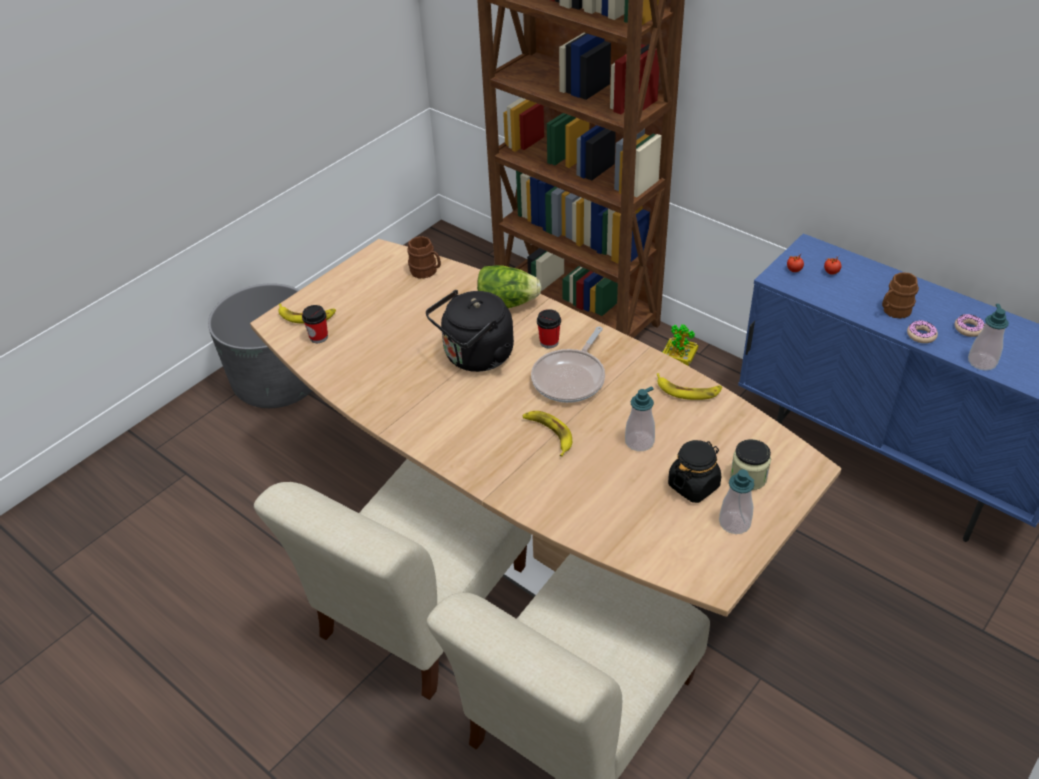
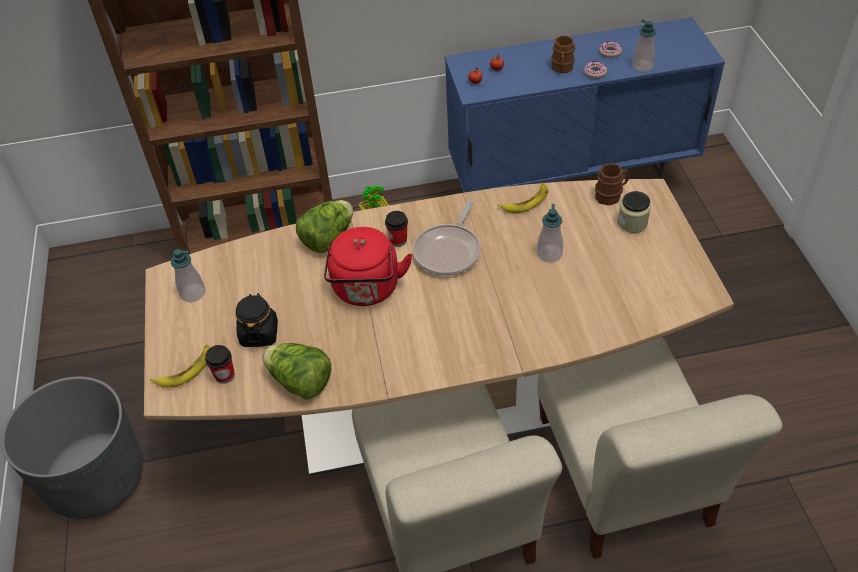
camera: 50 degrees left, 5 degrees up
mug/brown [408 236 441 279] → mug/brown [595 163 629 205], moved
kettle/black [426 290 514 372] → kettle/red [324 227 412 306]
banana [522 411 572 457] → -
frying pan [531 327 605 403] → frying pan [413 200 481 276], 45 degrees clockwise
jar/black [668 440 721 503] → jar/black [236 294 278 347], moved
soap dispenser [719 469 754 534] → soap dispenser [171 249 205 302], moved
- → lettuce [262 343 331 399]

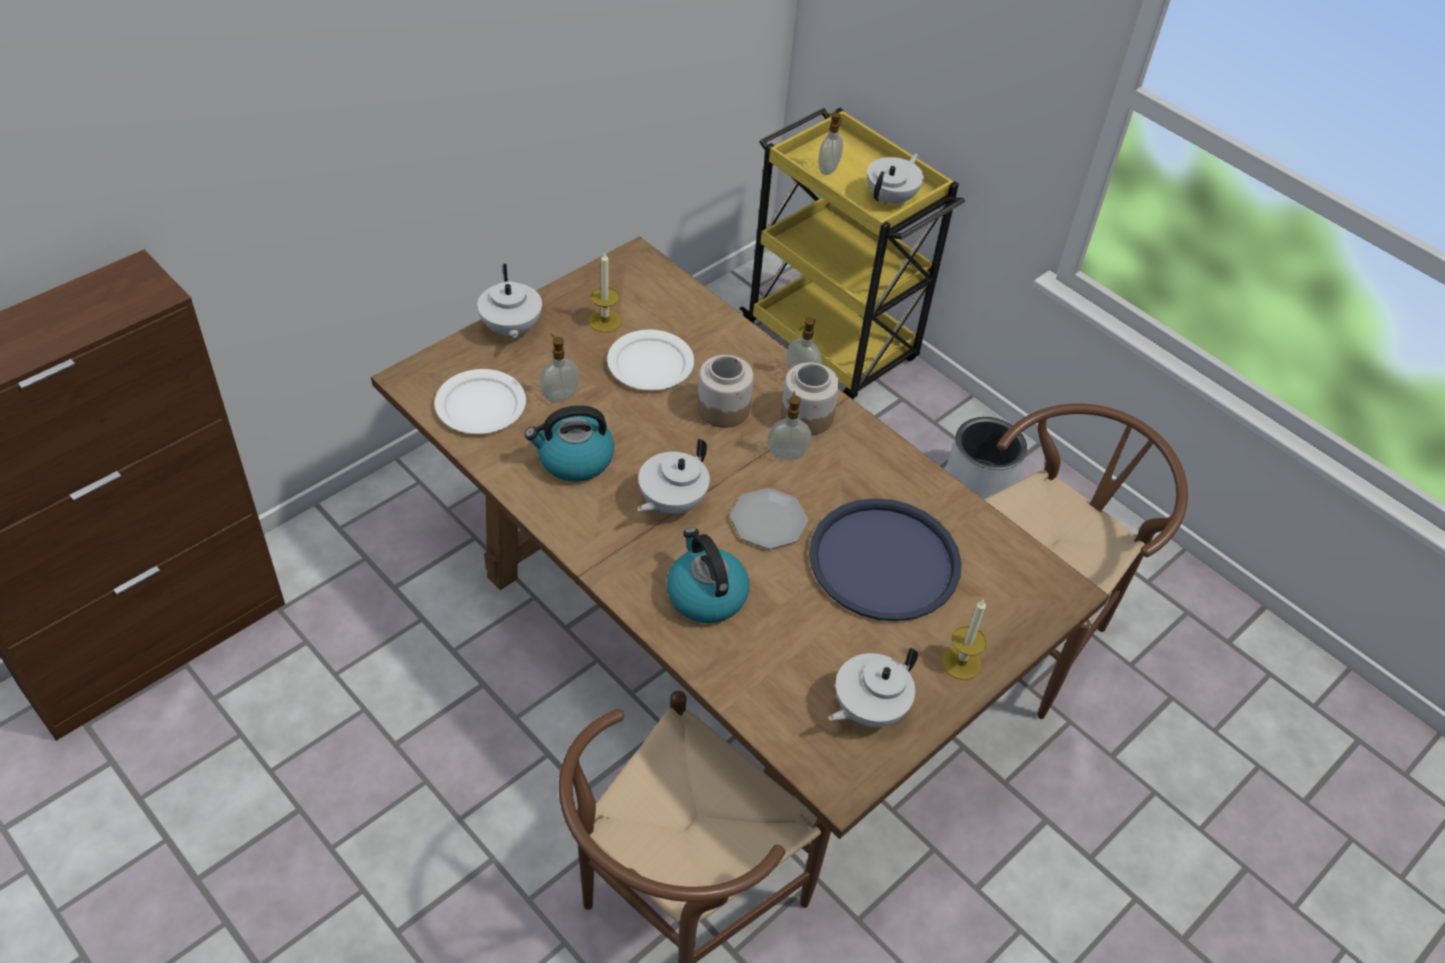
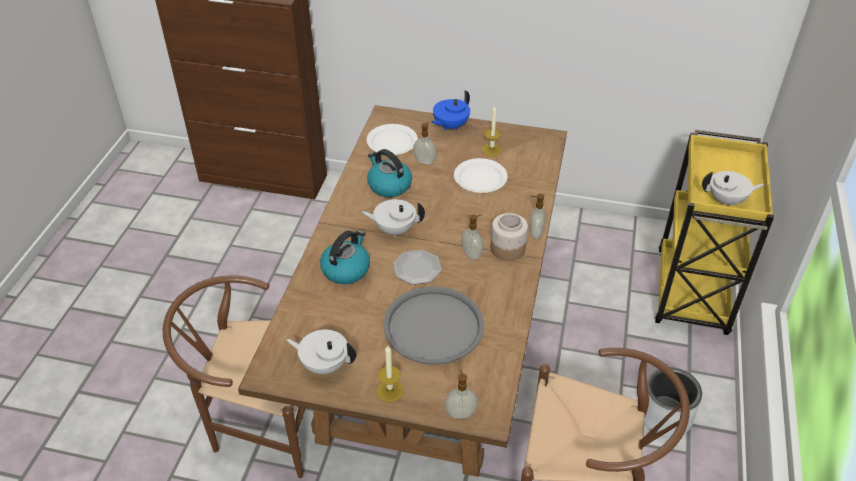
camera: 60 degrees right, 5 degrees down
teapot/white [477 264 542 340] → teapot/blue [431 91 470 130]
jar [697 355 754 428] → -
tray/blue [809 498 961 621] → tray/grey [384 286 484 365]
soap dispenser [818 112 843 175] → soap dispenser [445 369 478 419], moved

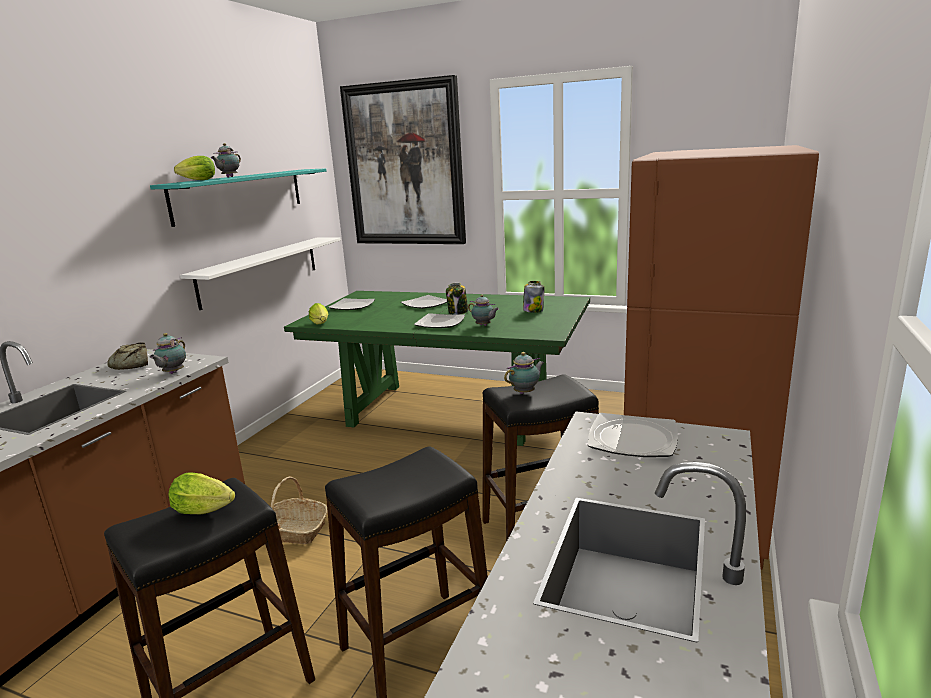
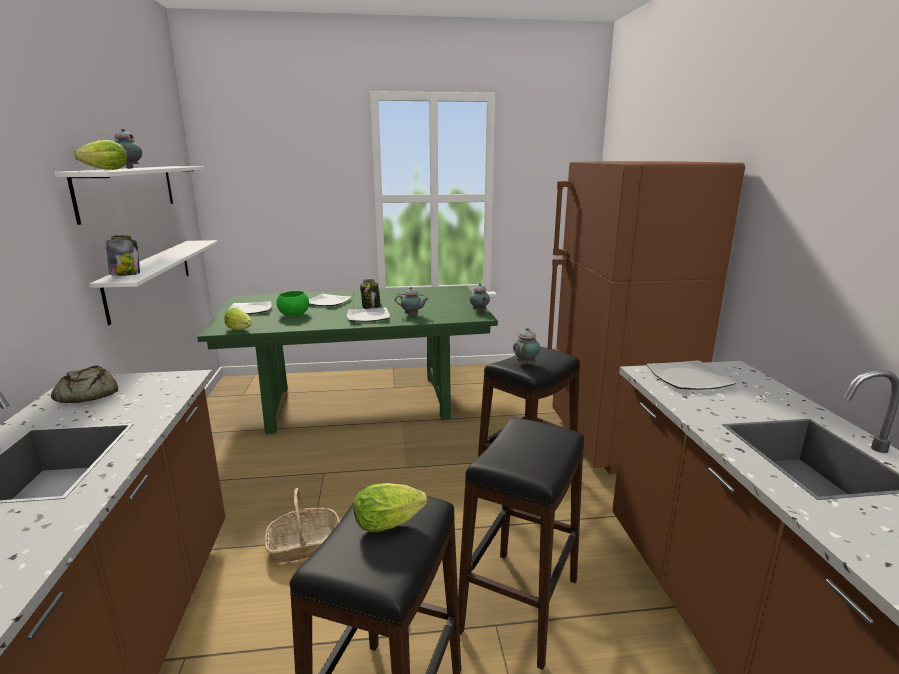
camera: 30 degrees left, 0 degrees up
teapot [149 333 186 374] → teapot [470 283 490 312], moved
shelf/turquoise [150 168 326 227] → shelf/white [55 166 204 225]
picture [340 75 466 244] → -
jar [523 281 545 313] → jar [106 235 140 276], moved
- → bowl/green [277 291 309 316]

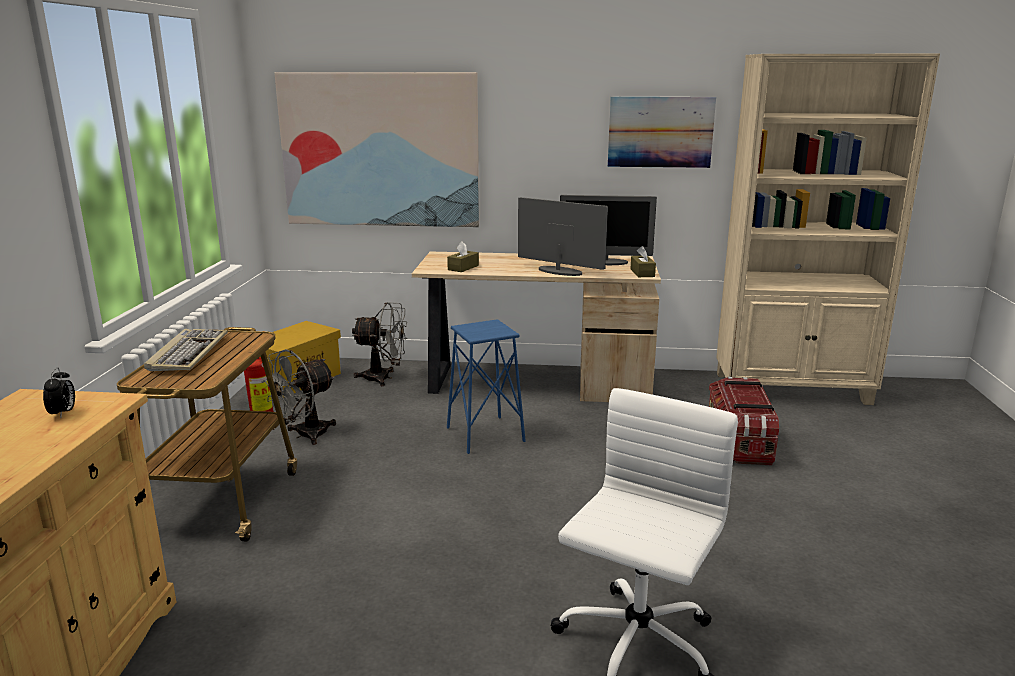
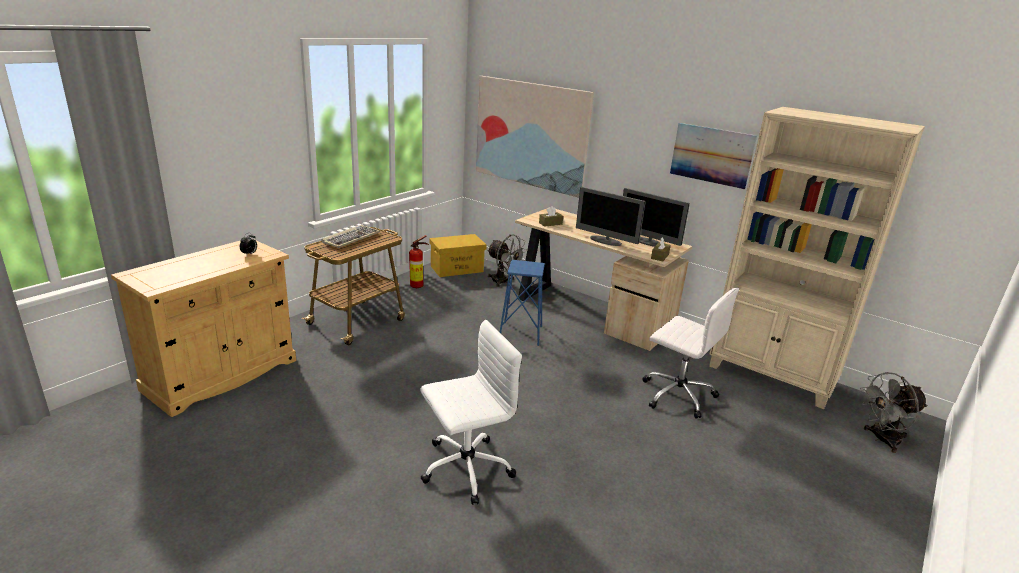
camera: 30 degrees right, 5 degrees up
fan/grey [261 349 336 445] → fan/grey [860 372 928 453], moved
monitor [518 197 608 276] → monitor [576 187 646 246], 150 degrees clockwise
storage box [709 377 779 465] → office chair/white [643 288 739 419]

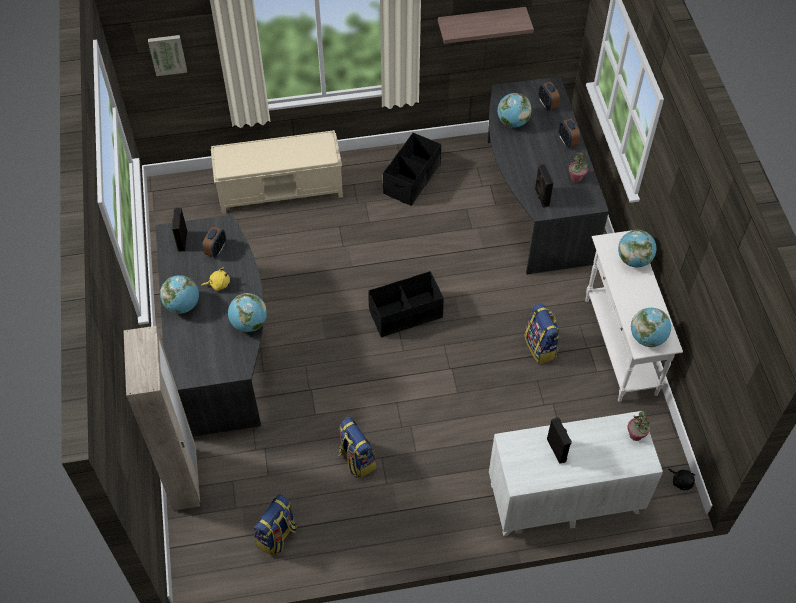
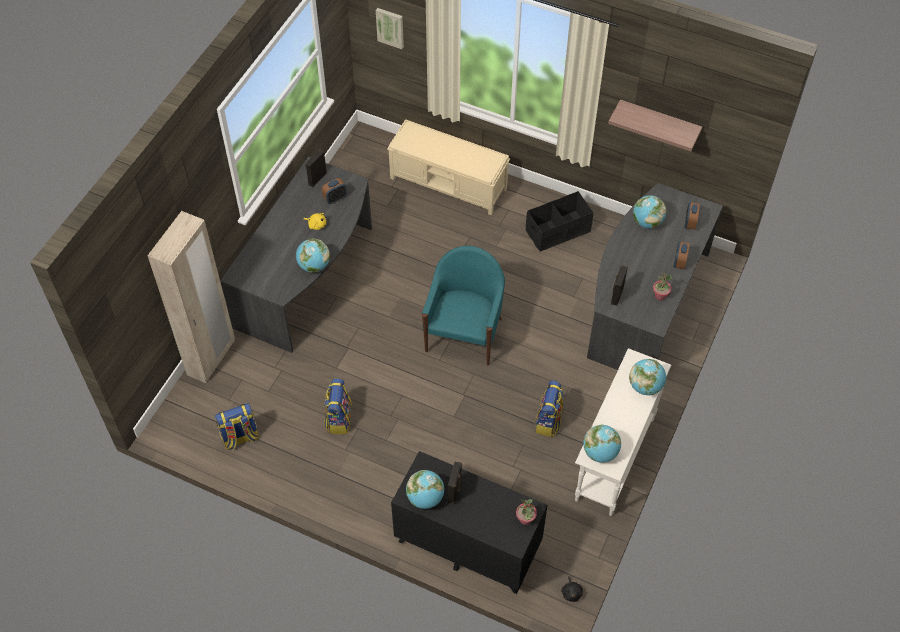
camera: 35 degrees right, 0 degrees up
globe [160 275 199 314] → globe [406 470 444 509], moved
storage box/black [368 271 444 337] → armchair/turquoise [422 246 505 365]
dresser/white [489 411 663 536] → dresser/black [391 451 548 594]

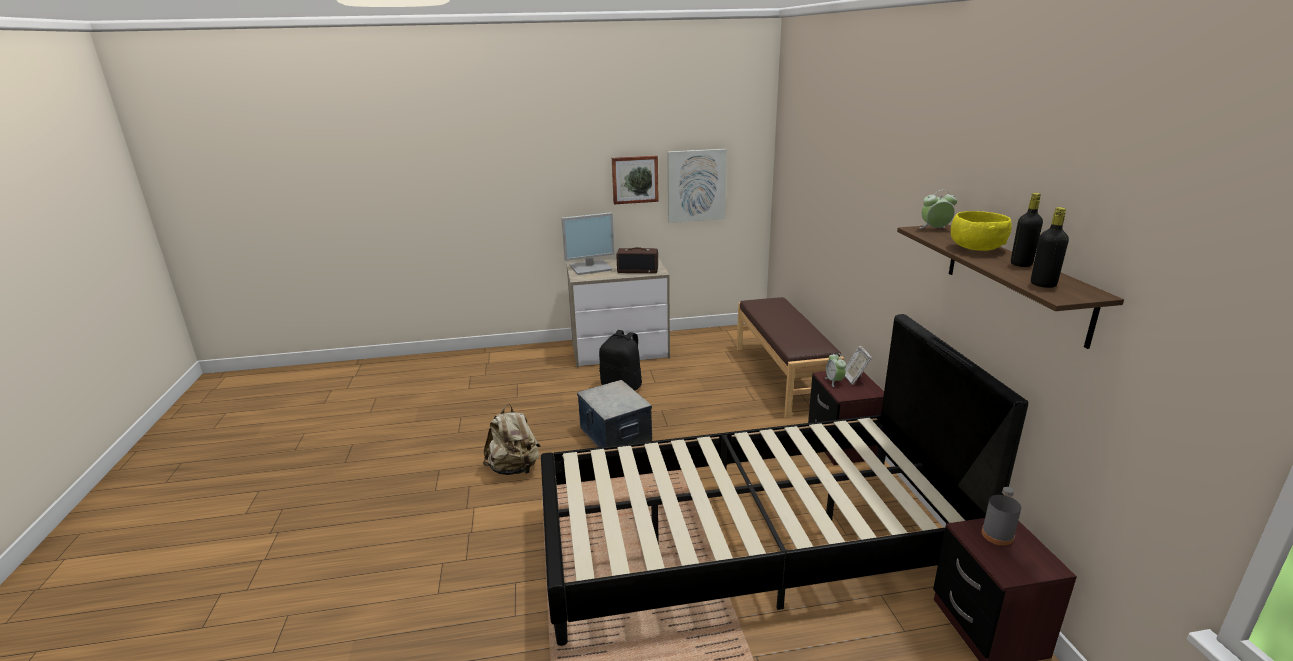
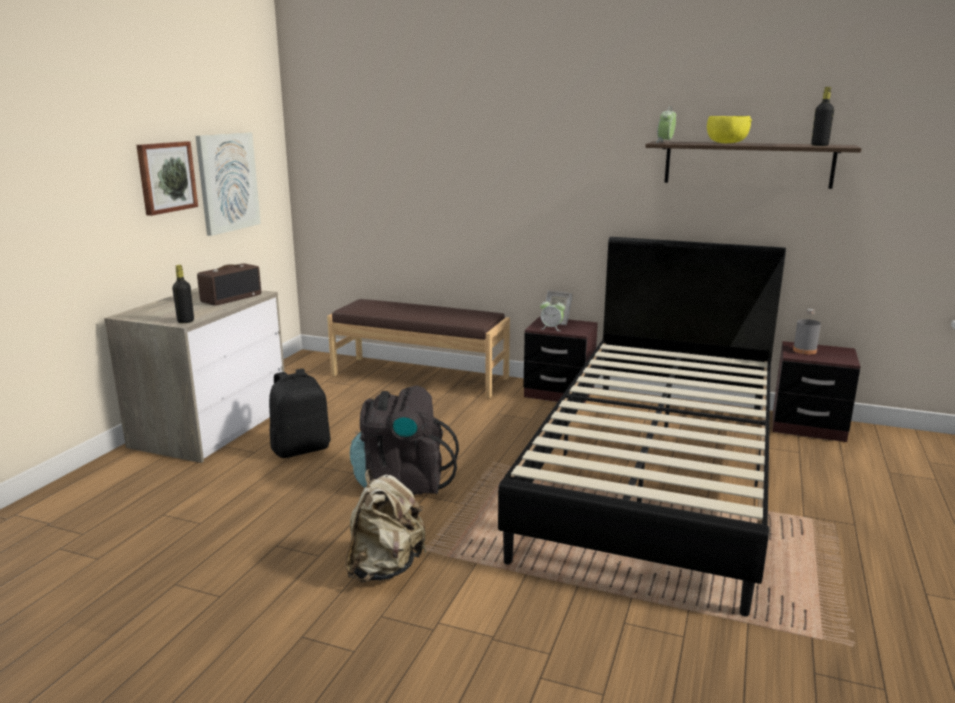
camera: 60 degrees left, 5 degrees down
monitor [561 212 615 275] → -
storage box [577 380 652 447] → backpack/black [350 385 459 495]
bottle/black [1011 193 1043 267] → bottle/black [172 265 194 323], moved

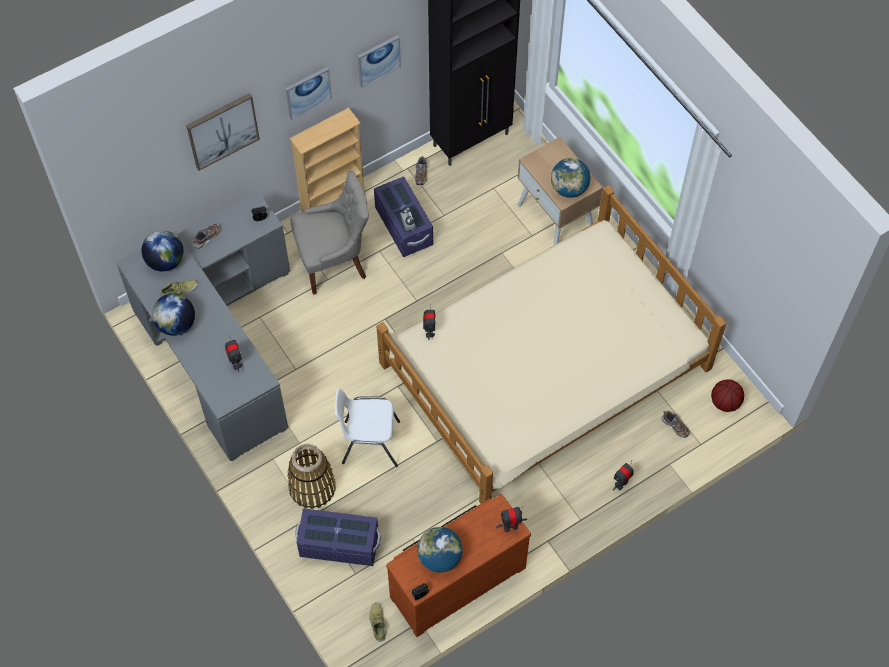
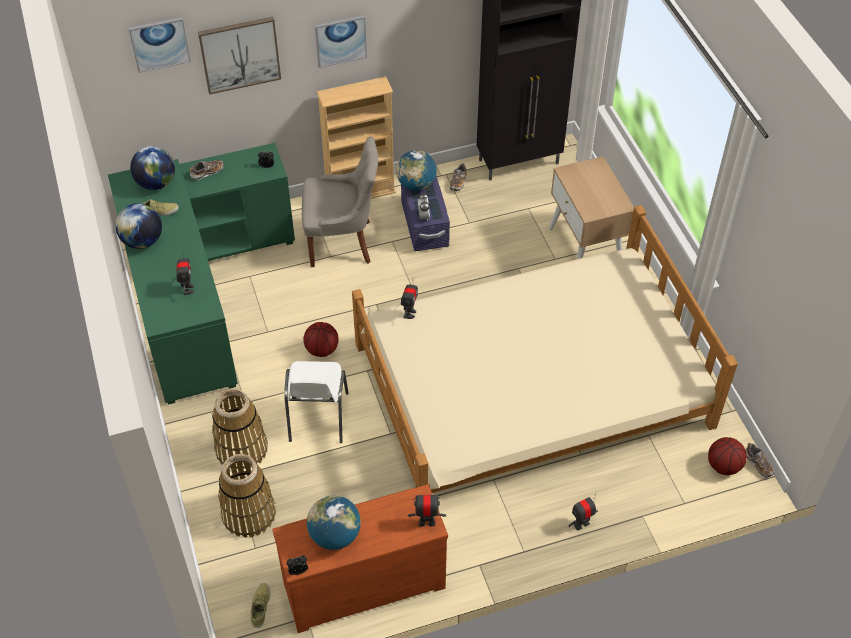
camera: 15 degrees right, 10 degrees down
desk/grey [116 192 290 461] → desk/green [108 143 295 405]
storage box/purple [295 508 381 566] → basket [219 454 276 538]
chair/white [335 388 400 467] → chair/white [284 361 349 443], 105 degrees counterclockwise
picture [358 35 401 88] → picture [128 17 191 73], moved
globe [551 158 591 198] → globe [396 150 436 191], moved
shoe [662 411 690 438] → shoe [745 443 774 478], moved
- → basketball [303 322 339 357]

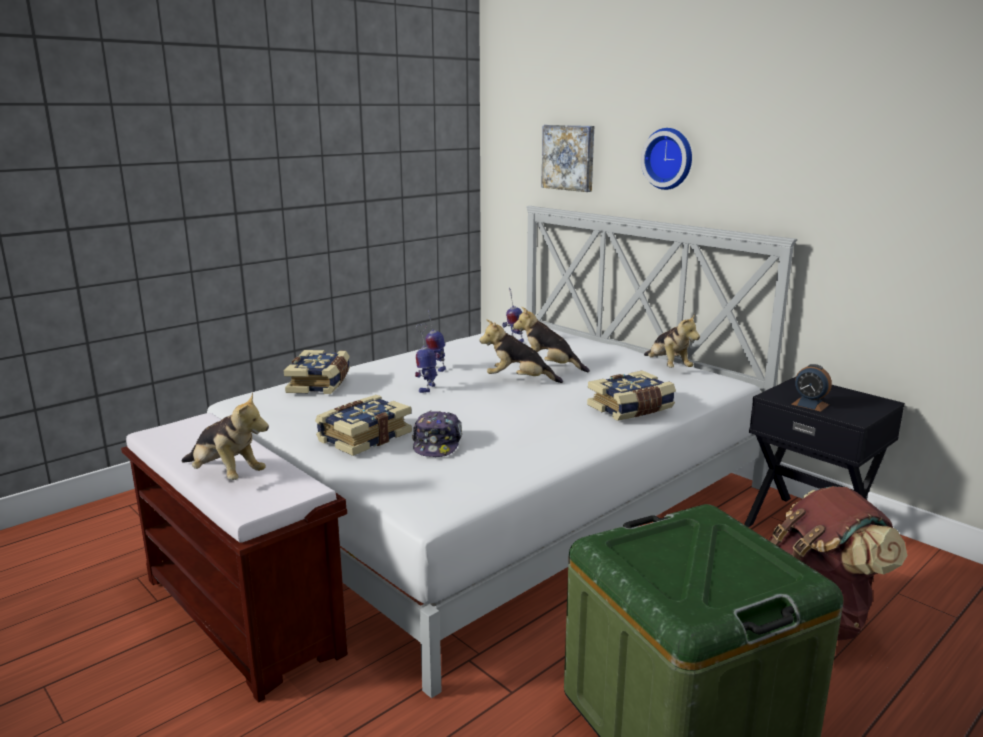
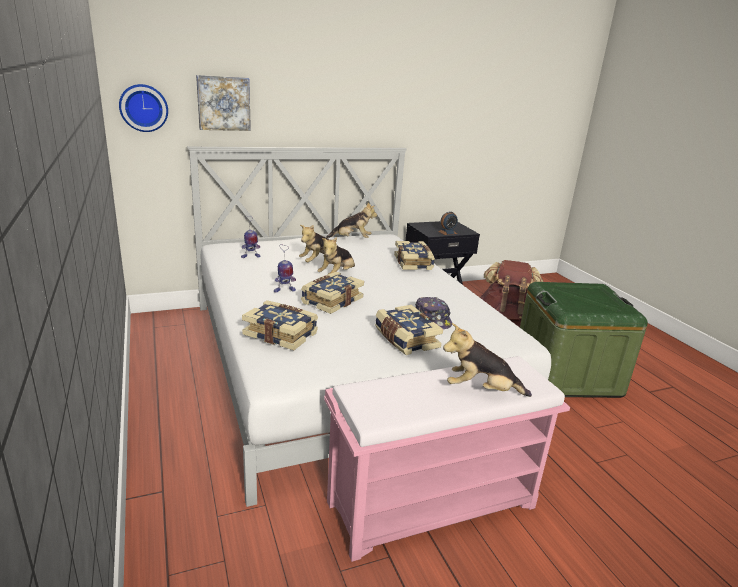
camera: 70 degrees left, 5 degrees up
bench/brown [121 413 348 702] → bench/pink [324 356 570 562]
plush toy [182 392 269 480] → plush toy [443 323 532 397], 135 degrees counterclockwise
cap [412 411 462 457] → cap [415 297 452 329], 45 degrees clockwise
toy robot [415 323 437 393] → book [301 272 364 314]
wall clock [641 128 692 190] → wall clock [119 84 168 132], moved

